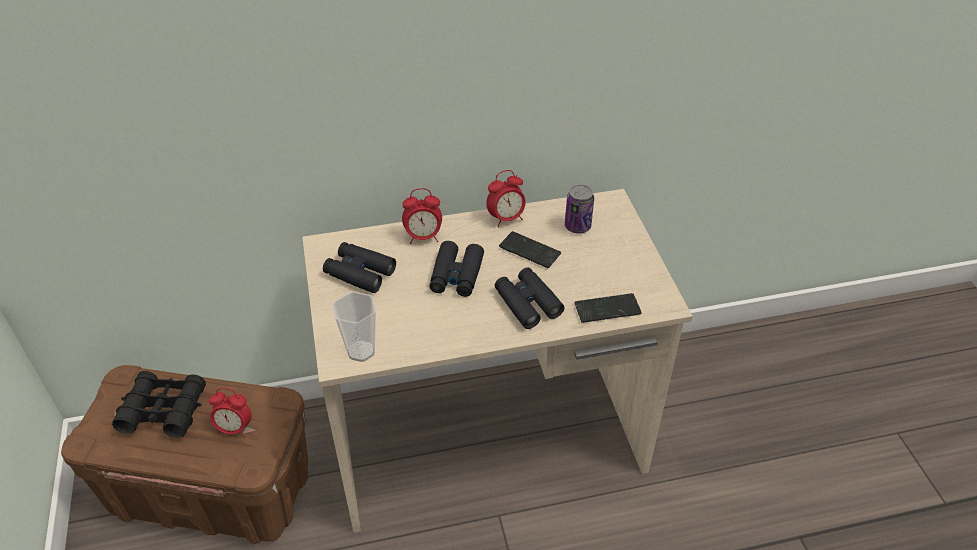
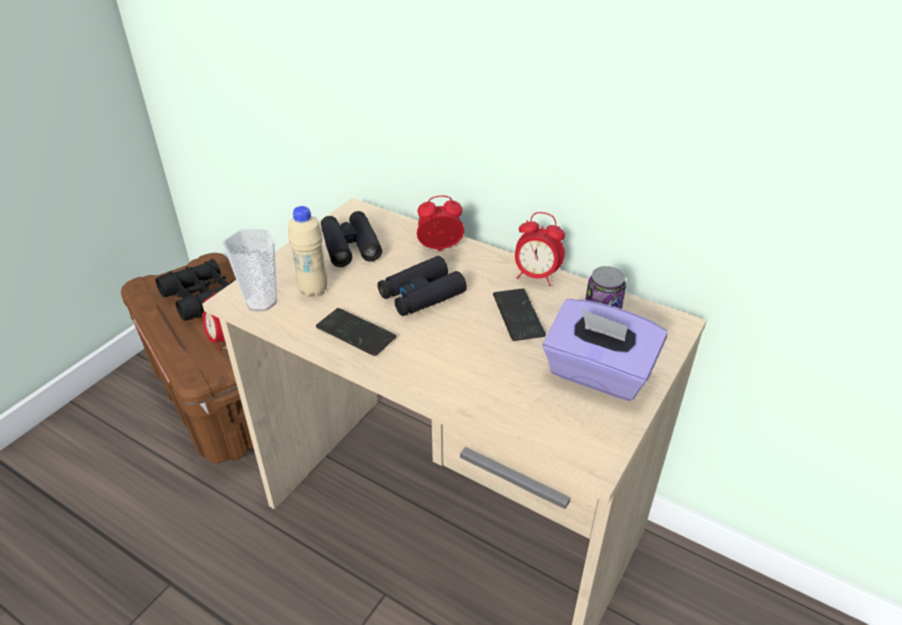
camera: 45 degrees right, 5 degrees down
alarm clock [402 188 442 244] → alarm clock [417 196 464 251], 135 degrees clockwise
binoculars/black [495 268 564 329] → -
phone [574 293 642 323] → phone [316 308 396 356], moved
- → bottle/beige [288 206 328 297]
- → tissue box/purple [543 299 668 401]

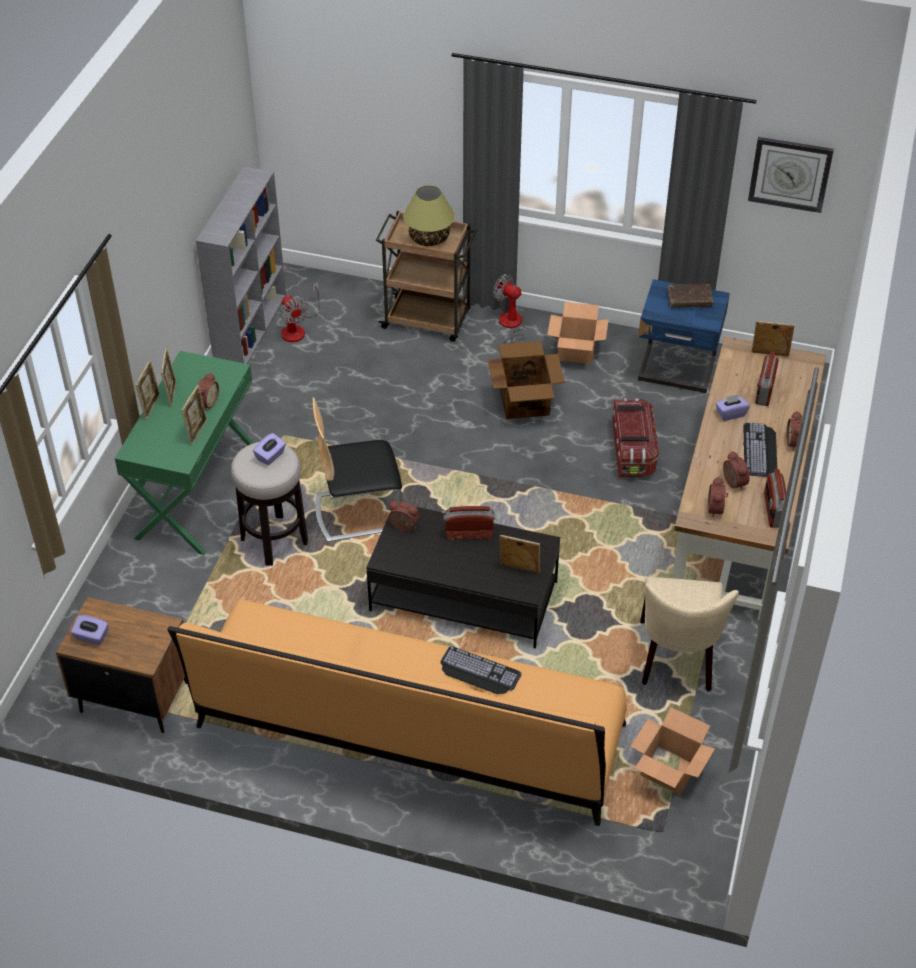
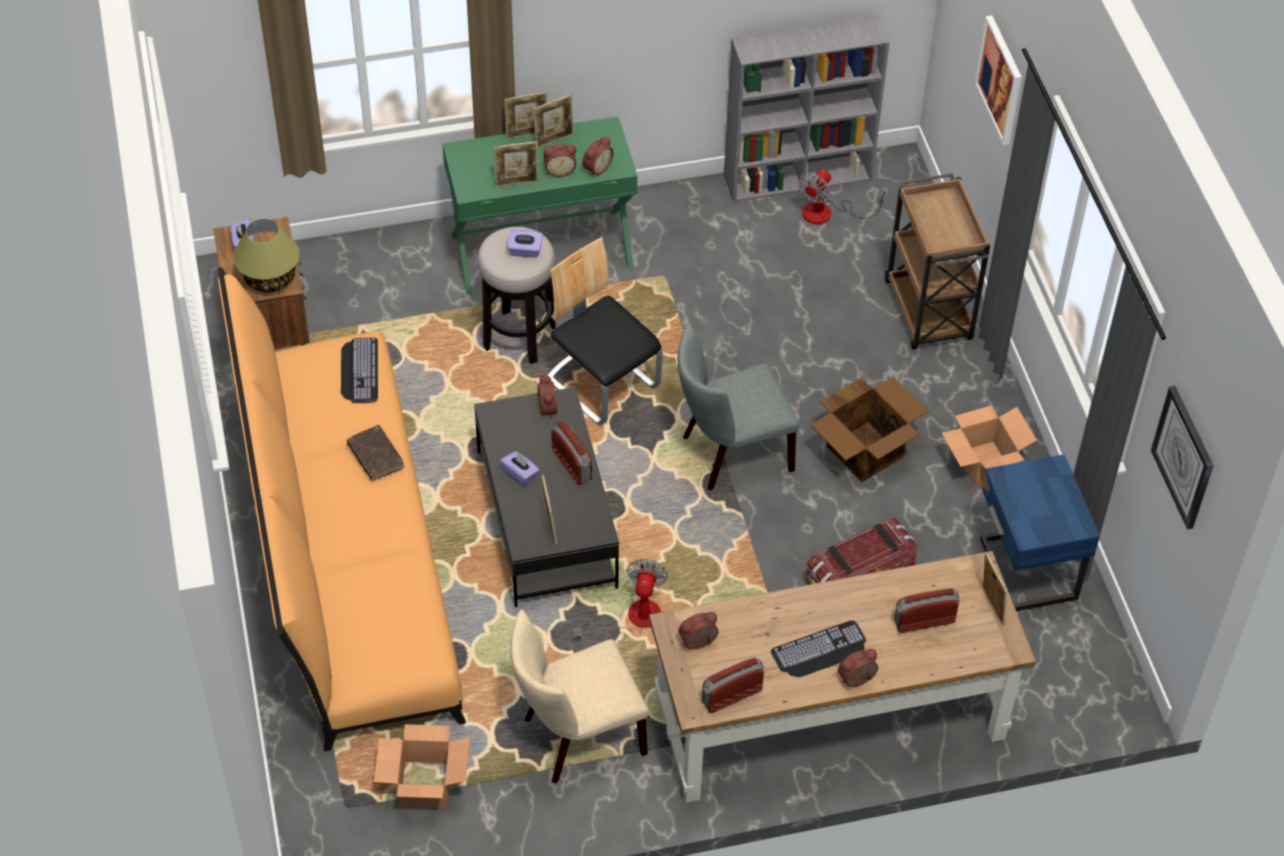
camera: 60 degrees right, 5 degrees up
table lamp [403 185 455 246] → table lamp [233 219 299 293], moved
keyboard [440 646 521 694] → keyboard [341 337 378 403], moved
fan [493 274 525 344] → fan [573 559 668 642], moved
book/brown [668 284 713 308] → book/brown [347 425 404 481], moved
tissue box/purple [716 394 750 421] → tissue box/purple [500 451 539 487], moved
alarm clock [723 451 750 490] → alarm clock [582 136 614 177], moved
- → chair/grey [678 323 799 491]
- → picture [975 15 1022 145]

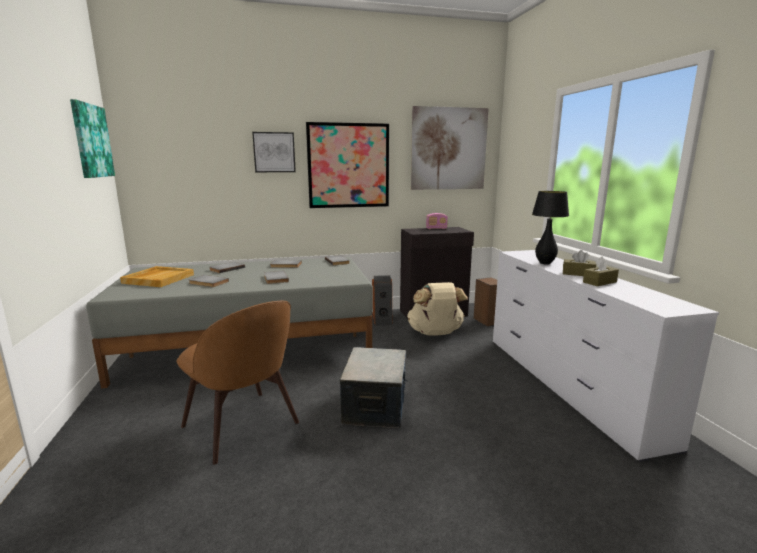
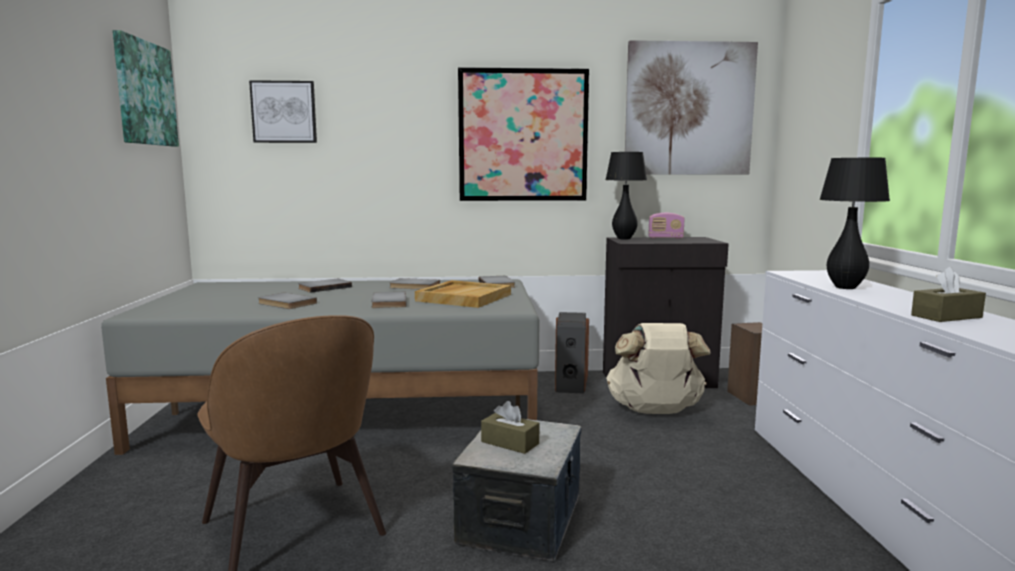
camera: 10 degrees right, 5 degrees down
tray/beige [120 266 194 287] → tray/beige [415 280 511 308], moved
picture [252 132 296 172] → picture [249 80 317 143], moved
tissue box/brown [563 250 596 276] → tissue box/brown [481 401 539 454], moved
- → table lamp/black [606 152 647 239]

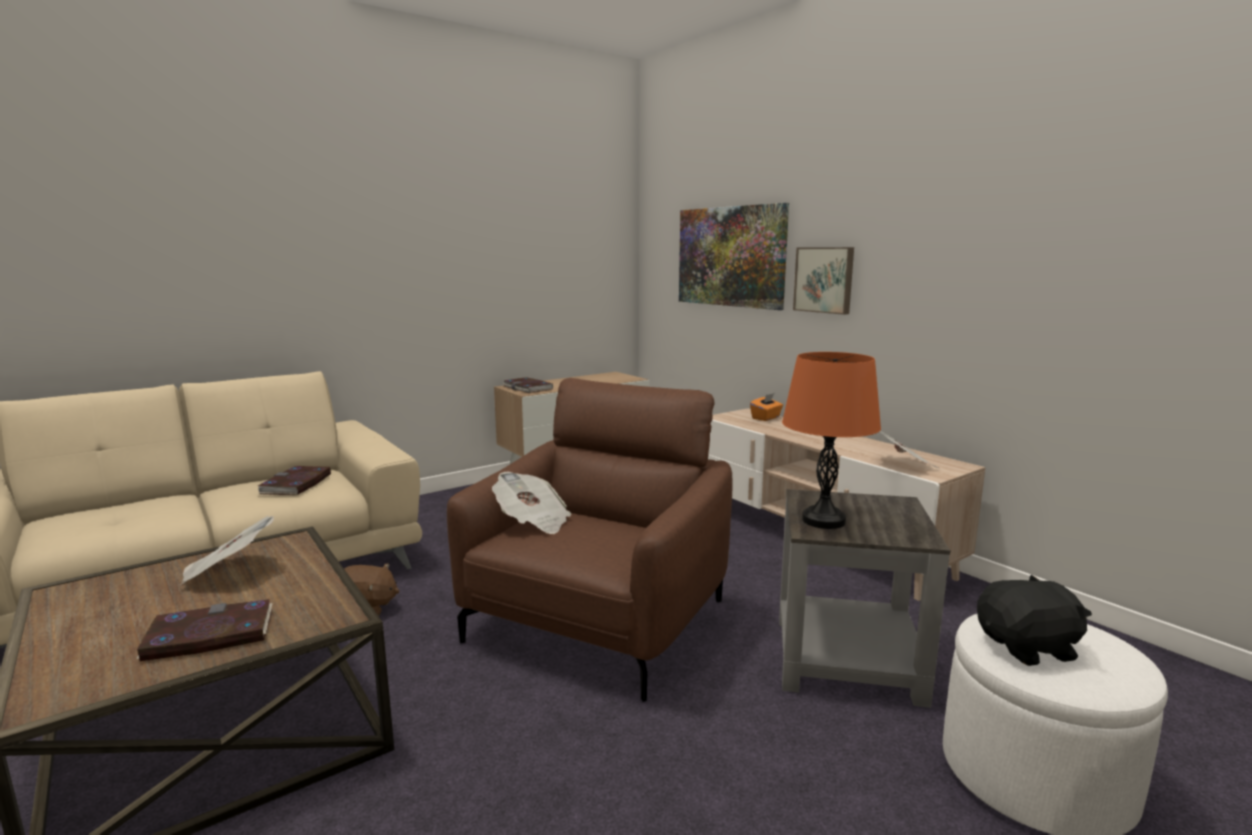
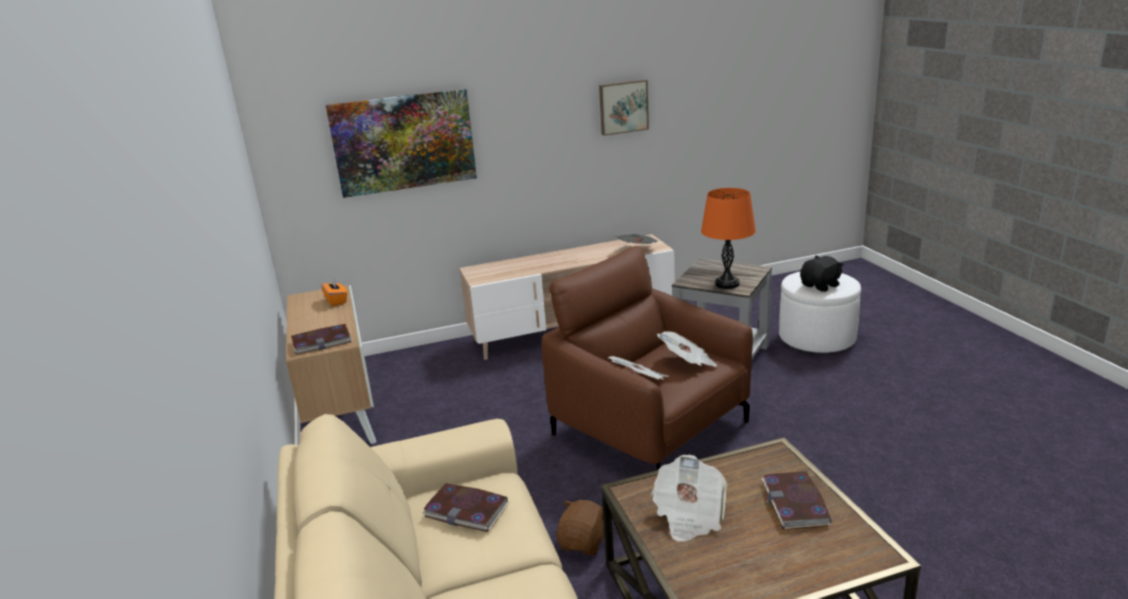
camera: 70 degrees left, 10 degrees up
tissue box/orange [750 393 783 421] → tissue box/orange [321 278 347 306], moved
picture [793 247 854 315] → picture [599 80 649 136], moved
plush toy/black [977 574 1092 666] → plush toy/black [800 256 844 292], 45 degrees clockwise
- → newspaper [657 331 718 366]

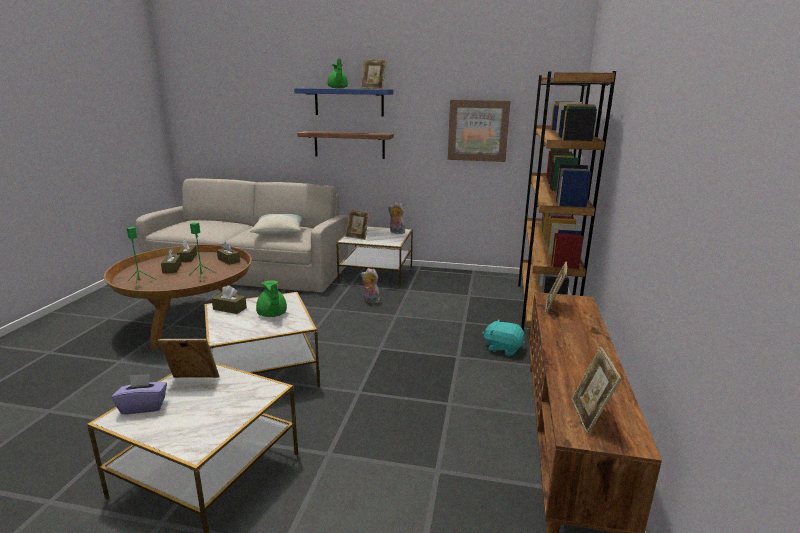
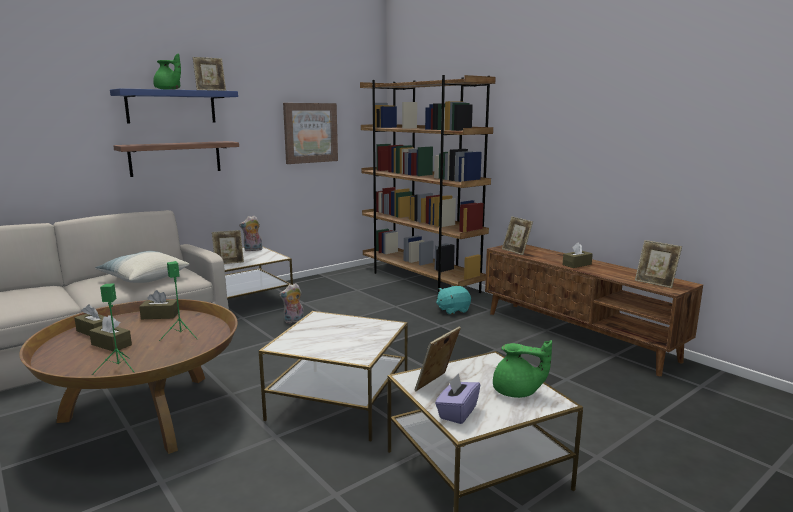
camera: 50 degrees left, 5 degrees down
tissue box/brown [212 285 247 314] → tissue box/brown [562 242 593 268], moved
teapot/green [256 280 287 317] → teapot/green [493 340 552 398], moved

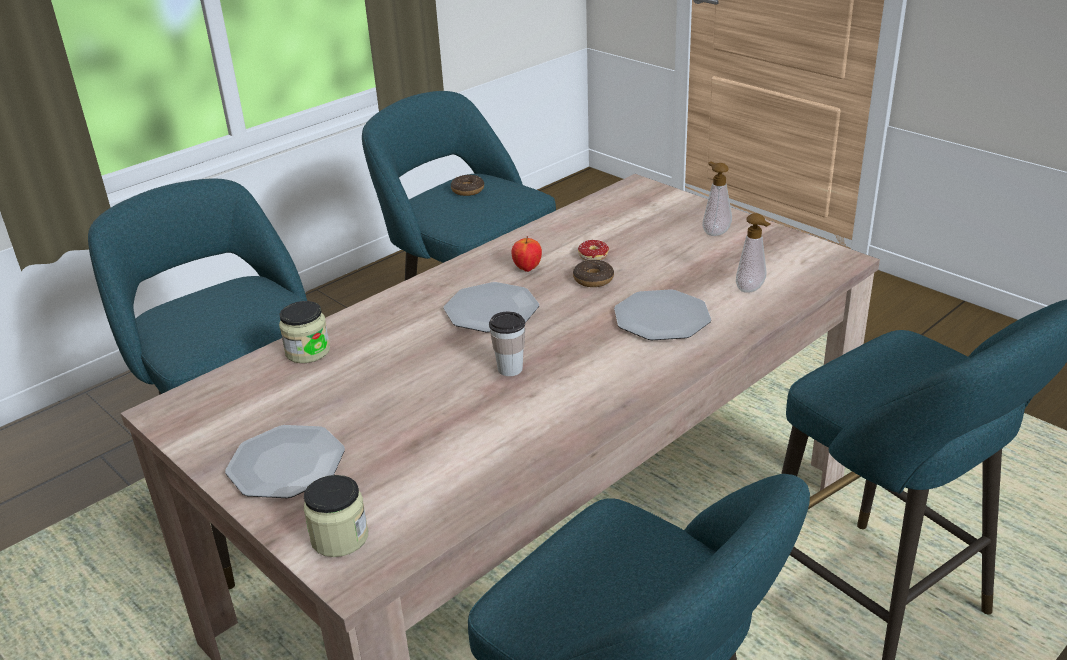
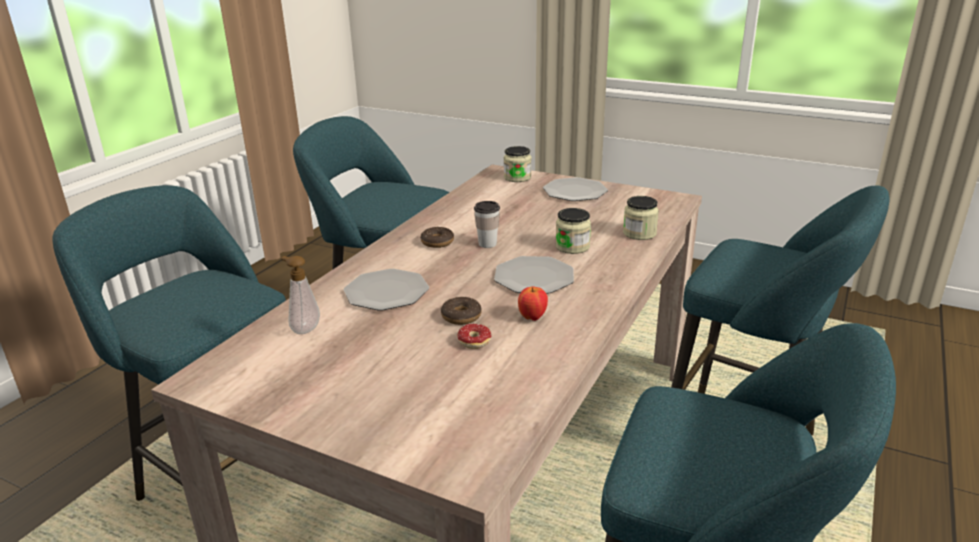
camera: 160 degrees right, 5 degrees down
donut [451 175 484 196] → donut [420 227 454 248], moved
soap dispenser [702 161 732 236] → -
- → jar [555 208 591 254]

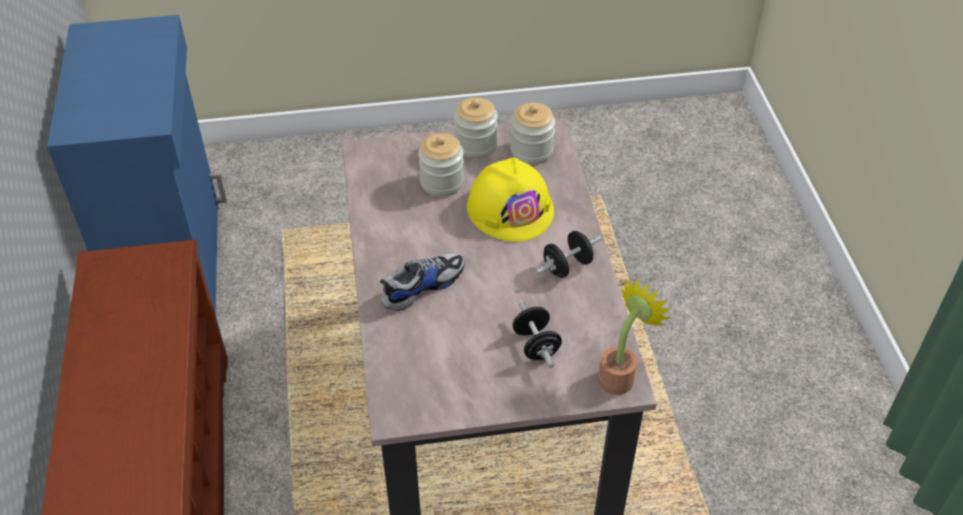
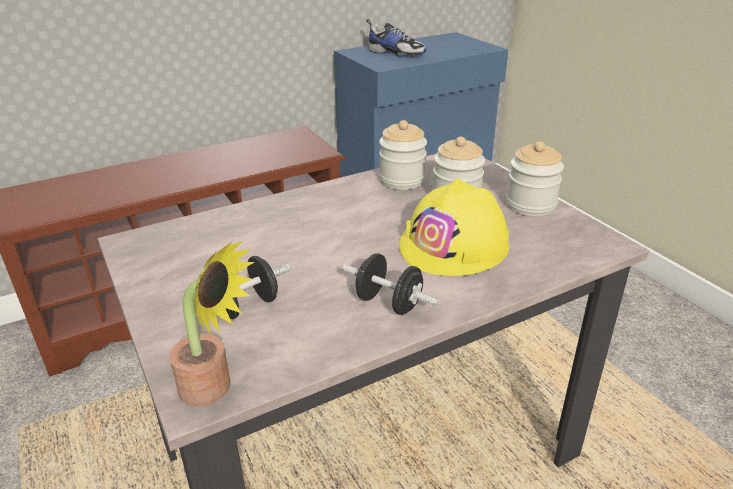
camera: 70 degrees right, 15 degrees down
shoe [380 253 464 311] → shoe [366 19 426 57], moved
jar [511 103 555 164] → jar [379 120 427 190], moved

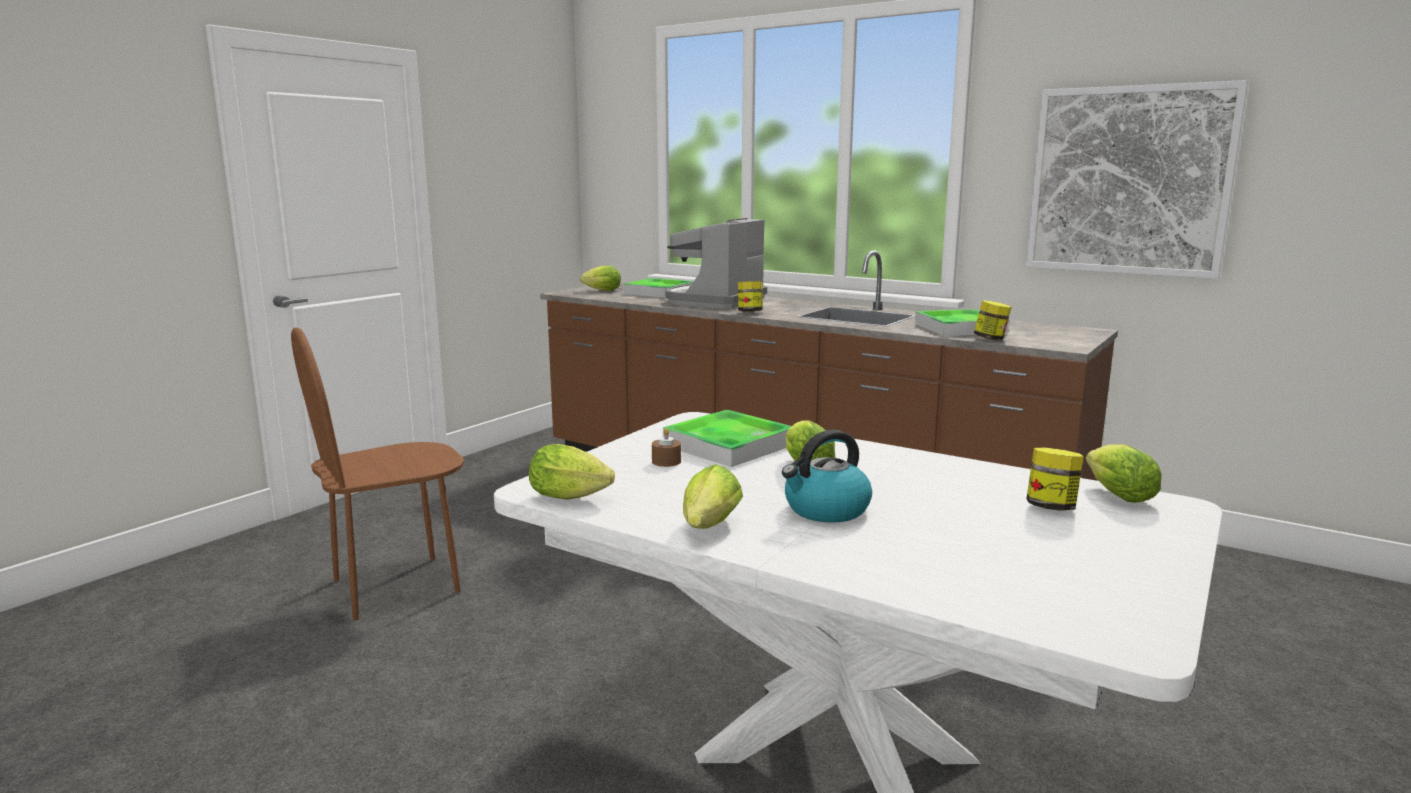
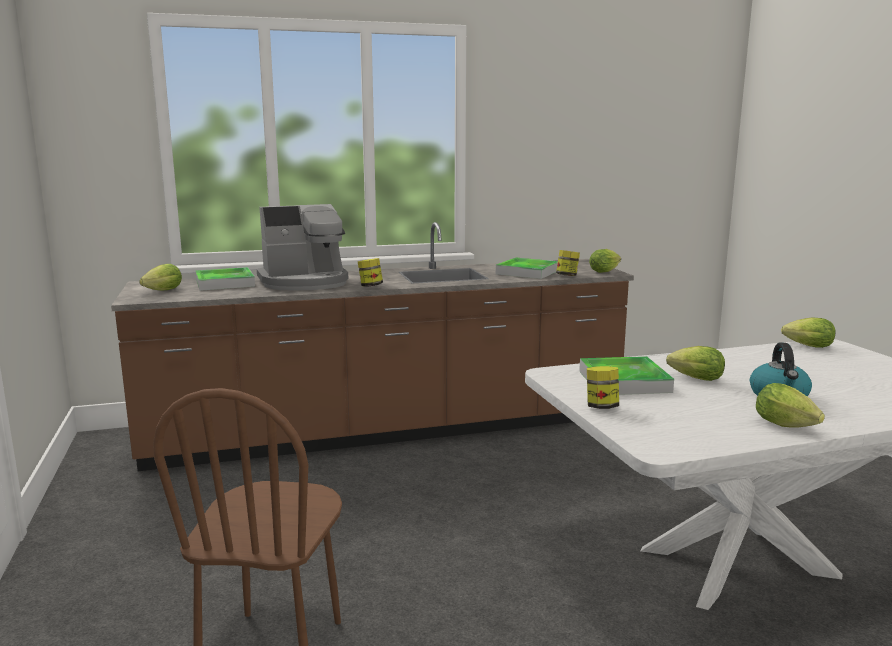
camera: 50 degrees left, 0 degrees up
lettuce [529 444 615 500] → lettuce [589 249 621 273], moved
candle/brown [652 428 681 467] → -
coffee machine [666 218 767 309] → coffee machine [257 204 348 291], 90 degrees counterclockwise
picture [1026 80 1248 279] → -
jar [1026 448 1083 511] → jar [587 366 619 409], moved

